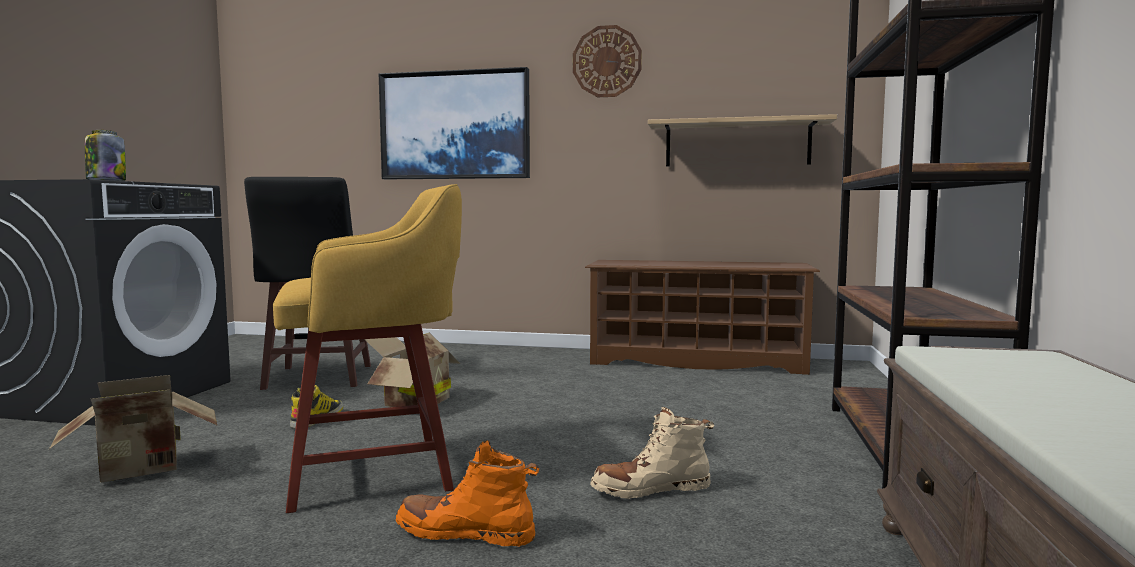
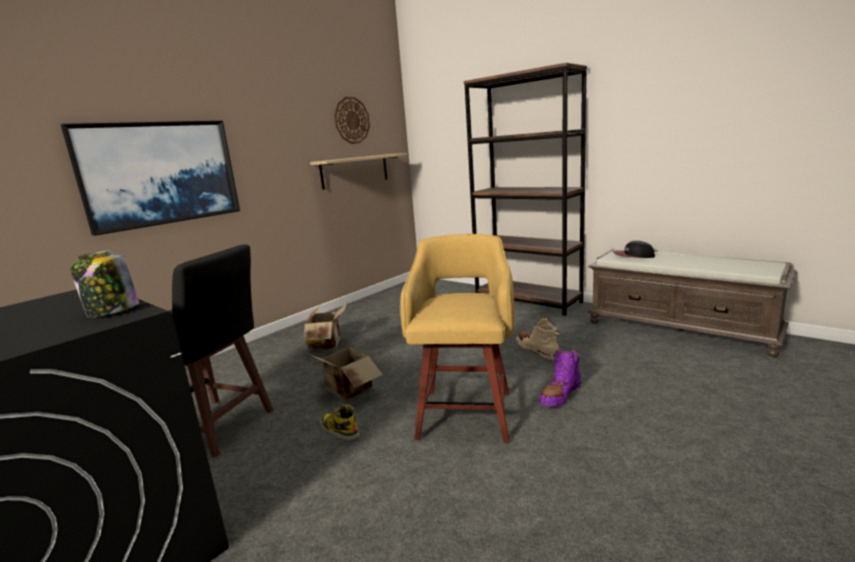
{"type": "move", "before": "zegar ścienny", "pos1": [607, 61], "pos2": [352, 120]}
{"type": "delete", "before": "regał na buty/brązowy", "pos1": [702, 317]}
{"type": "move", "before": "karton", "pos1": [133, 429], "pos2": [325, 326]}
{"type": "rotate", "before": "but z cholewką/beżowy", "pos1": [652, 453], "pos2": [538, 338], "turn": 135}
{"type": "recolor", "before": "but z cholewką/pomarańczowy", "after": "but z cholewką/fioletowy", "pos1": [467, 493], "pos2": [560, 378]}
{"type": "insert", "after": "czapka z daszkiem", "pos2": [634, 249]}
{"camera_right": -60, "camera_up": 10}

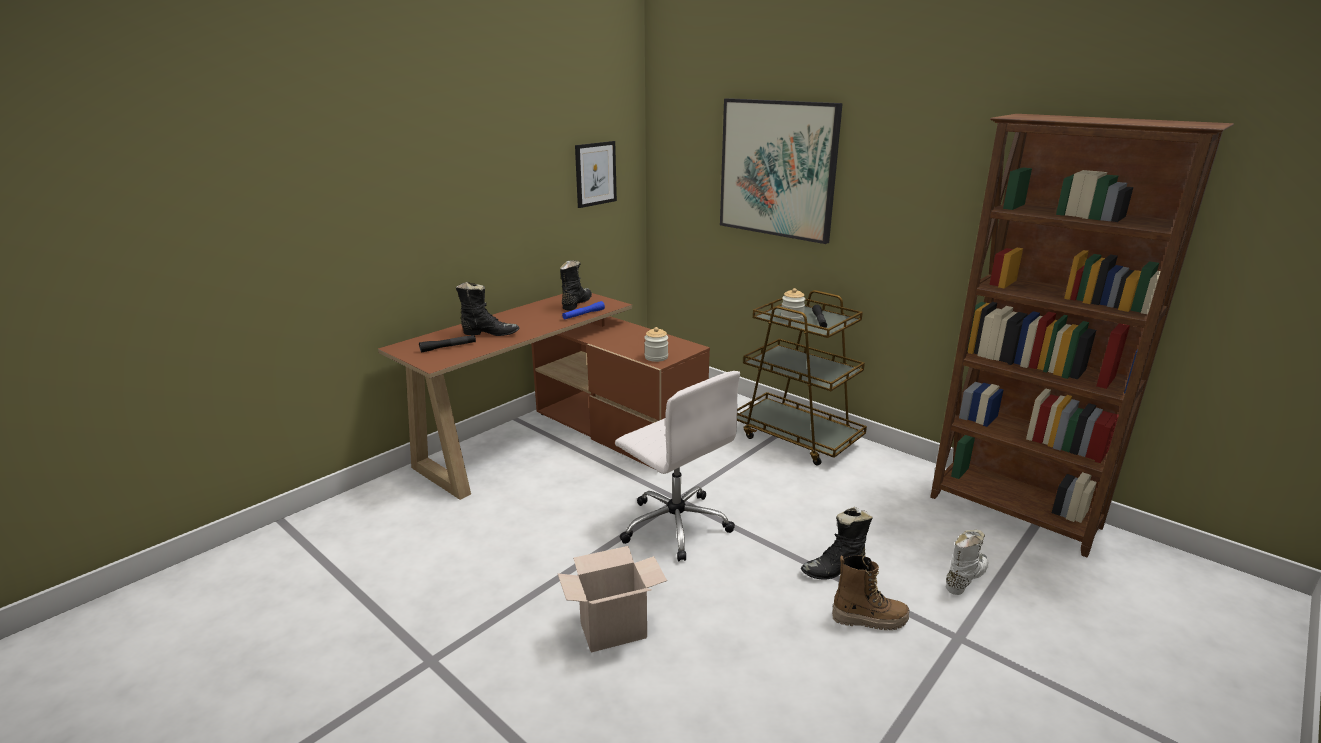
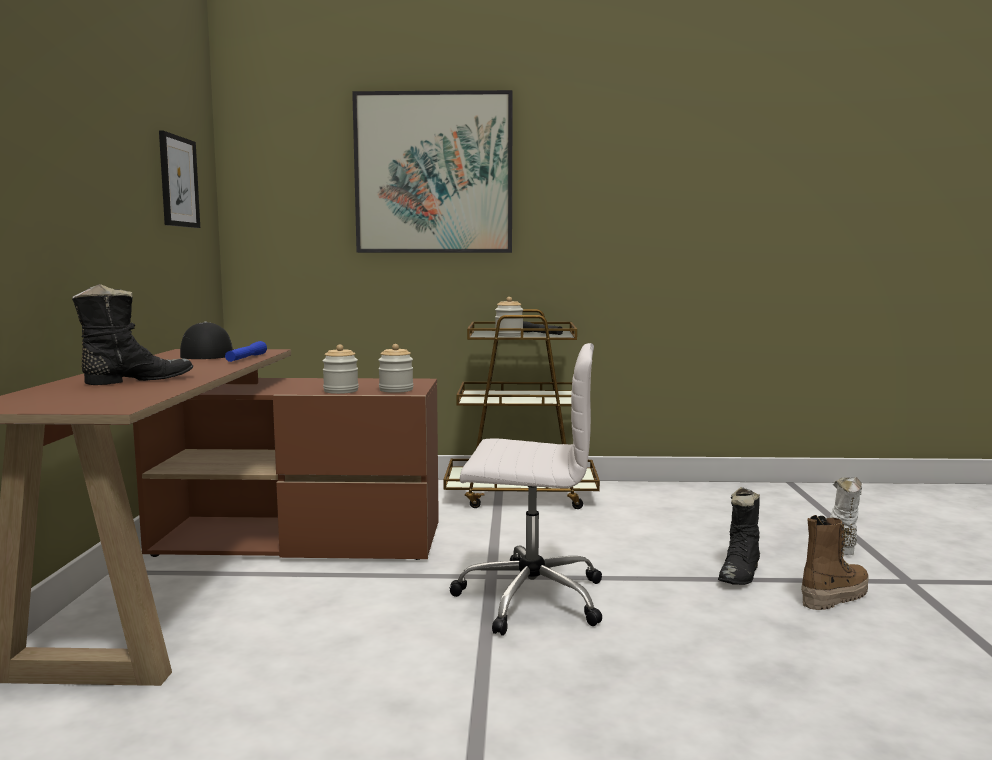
{"type": "delete", "before": "regał/brązowy", "pos1": [1082, 335]}
{"type": "replace", "before": "but z cholewką/czarny", "after": "czapka z daszkiem", "pos1": [576, 285], "pos2": [207, 340]}
{"type": "delete", "before": "latarka/czarny", "pos1": [447, 344]}
{"type": "delete", "before": "karton", "pos1": [612, 599]}
{"type": "insert", "after": "słoik", "pos2": [340, 369]}
{"camera_right": -40, "camera_up": -15}

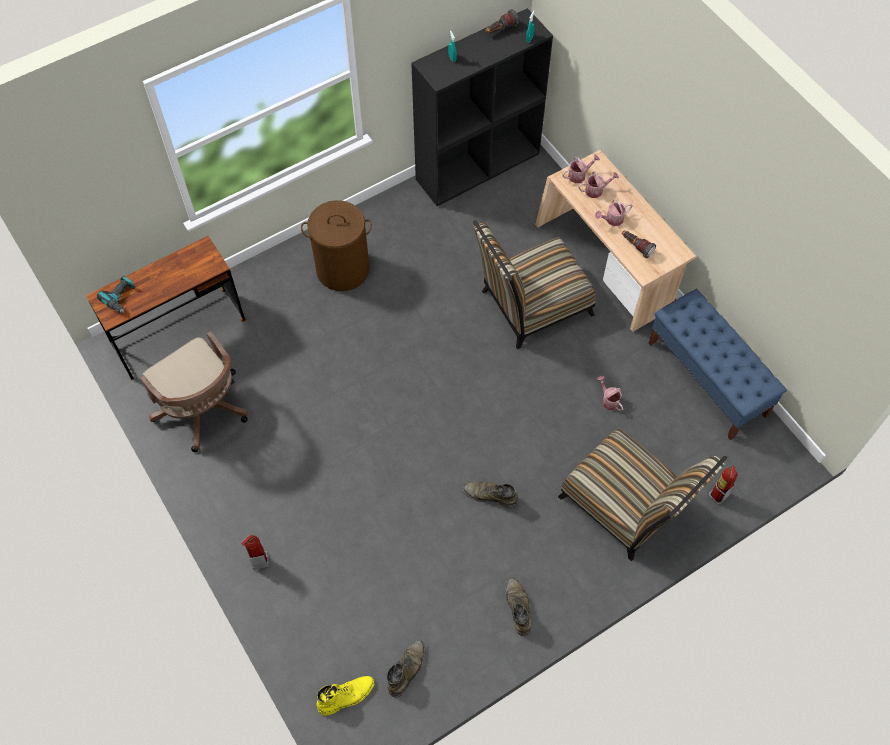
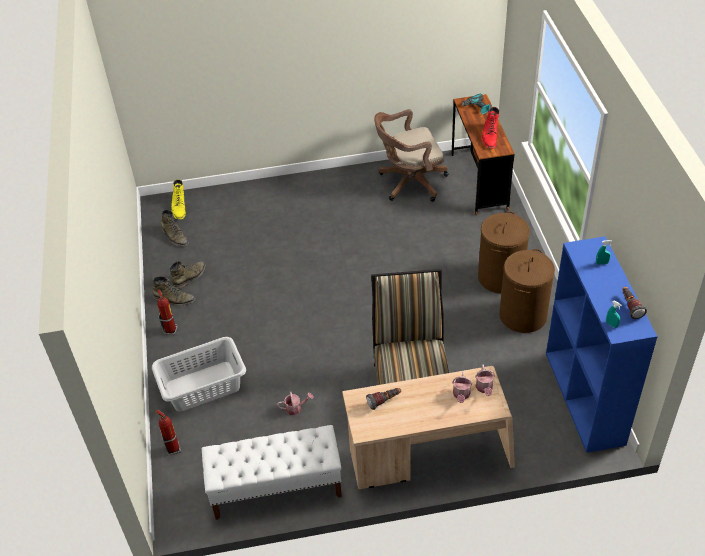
{"type": "recolor", "before": "regał/czarny", "after": "regał/niebieski", "pos1": [482, 107], "pos2": [602, 344]}
{"type": "delete", "before": "konewka", "pos1": [613, 212]}
{"type": "recolor", "before": "ławka/niebieski", "after": "ławka/biały", "pos1": [718, 365], "pos2": [272, 472]}
{"type": "replace", "before": "krzesło", "after": "kosz na pranie/szary", "pos1": [643, 494], "pos2": [199, 374]}
{"type": "move", "before": "but z cholewką/zielony", "pos1": [491, 494], "pos2": [188, 275]}
{"type": "move", "before": "gaśnica", "pos1": [255, 552], "pos2": [167, 312]}
{"type": "insert", "after": "but z cholewką/czerwony", "pos2": [490, 128]}
{"type": "insert", "after": "kosz na pranie/brązowy", "pos2": [527, 291]}
{"camera_right": 115, "camera_up": -15}

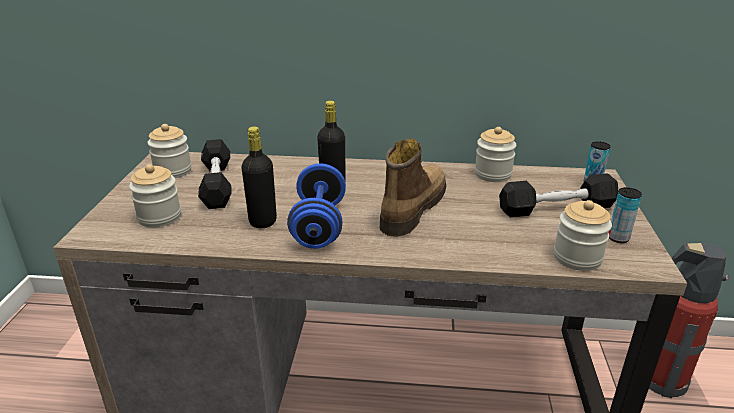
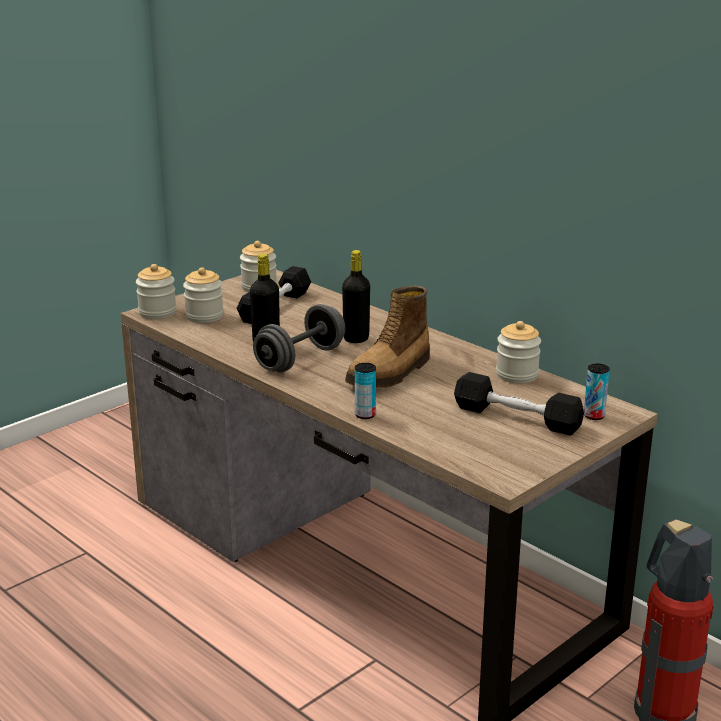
{"type": "rotate", "before": "but z cholewką", "pos1": [413, 187], "pos2": [387, 336], "turn": 150}
{"type": "recolor", "before": "hantel/niebieski", "after": "hantel/szary", "pos1": [316, 206], "pos2": [299, 338]}
{"type": "move", "before": "puszka", "pos1": [625, 215], "pos2": [365, 391]}
{"type": "move", "before": "słoik", "pos1": [582, 235], "pos2": [156, 291]}
{"camera_right": 40, "camera_up": -5}

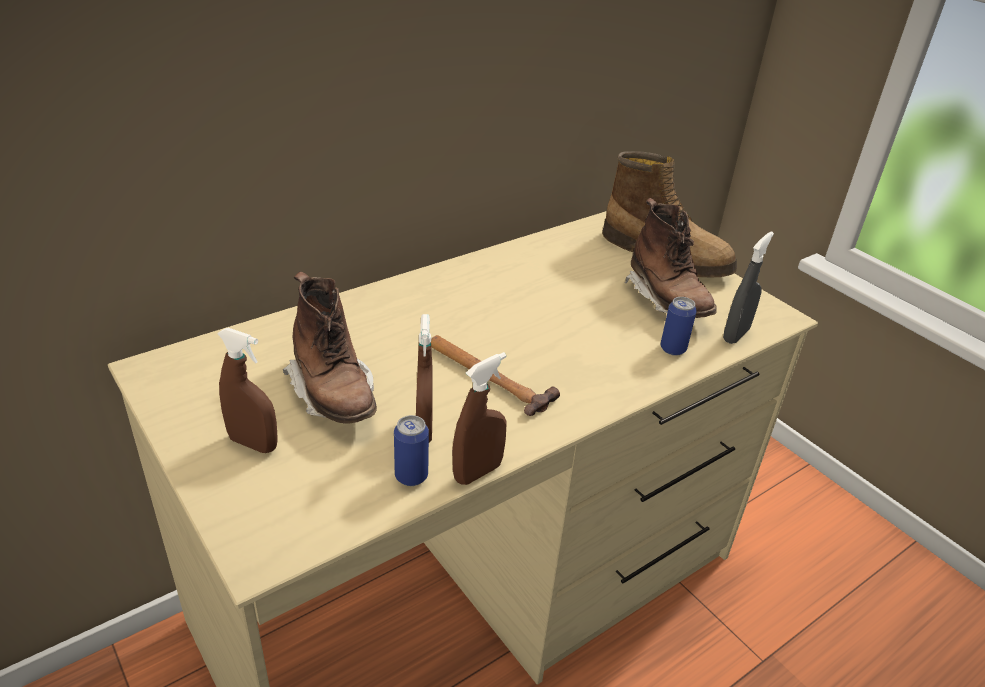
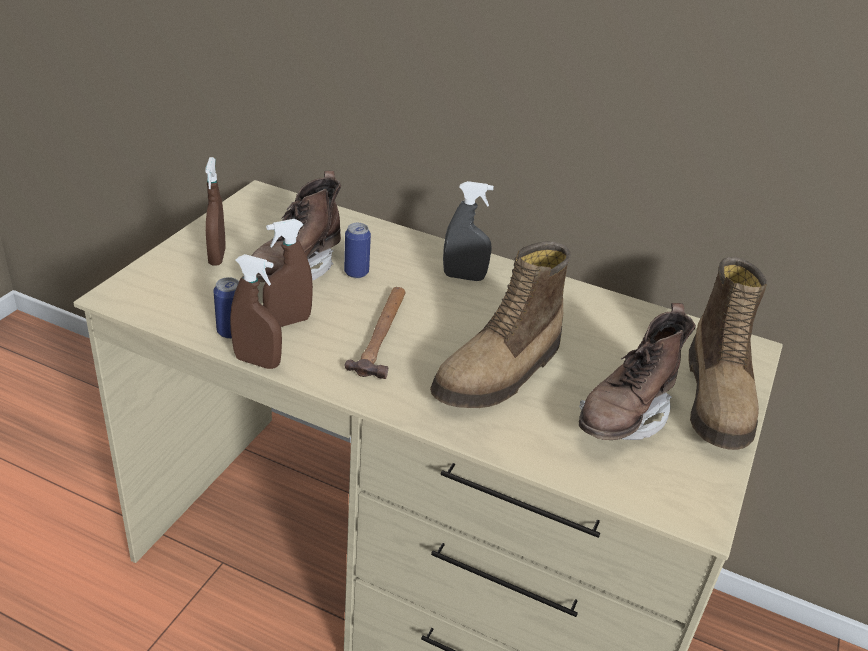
{"type": "move", "before": "spryskiwacz/szary", "pos1": [748, 287], "pos2": [468, 231]}
{"type": "move", "before": "puszka", "pos1": [678, 326], "pos2": [357, 250]}
{"type": "insert", "after": "but z cholewką", "pos2": [500, 324]}
{"camera_right": 60, "camera_up": 0}

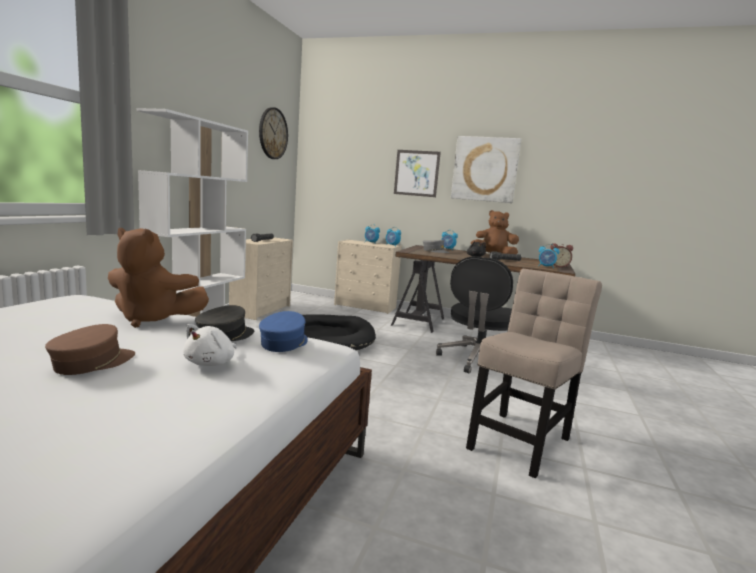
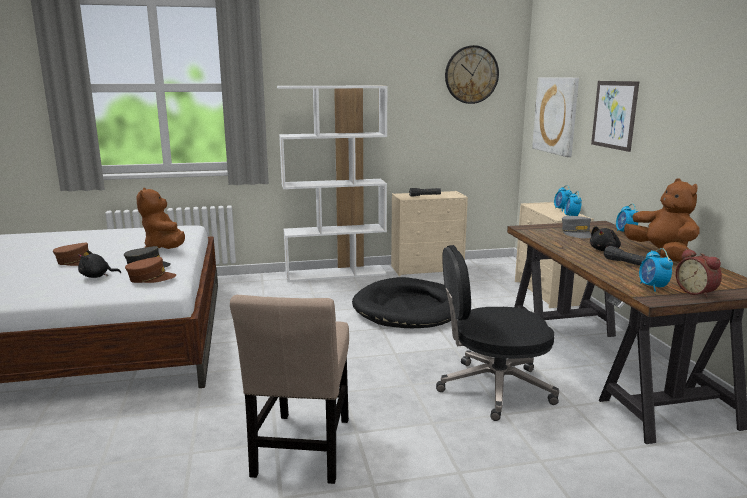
{"type": "move", "before": "obraz", "pos1": [486, 169], "pos2": [555, 117]}
{"type": "rotate", "before": "krzesło/beżowy", "pos1": [534, 373], "pos2": [289, 389], "turn": 90}
{"type": "recolor", "before": "czapka z daszkiem/niebieski", "after": "czapka z daszkiem/brązowy", "pos1": [283, 331], "pos2": [150, 270]}
{"type": "recolor", "before": "pluszak/biały", "after": "pluszak/czarny", "pos1": [210, 345], "pos2": [99, 264]}
{"camera_right": 60, "camera_up": 5}

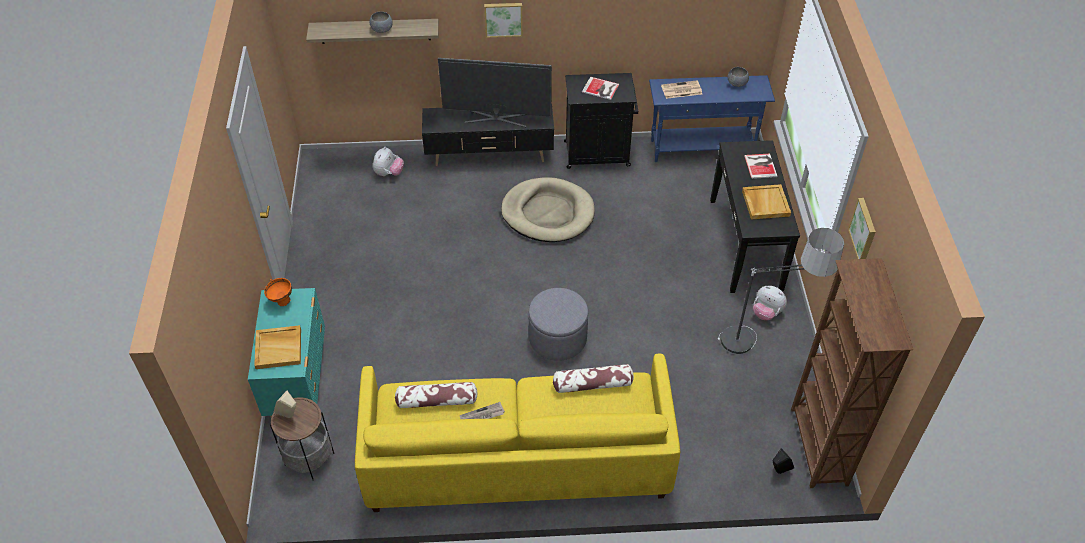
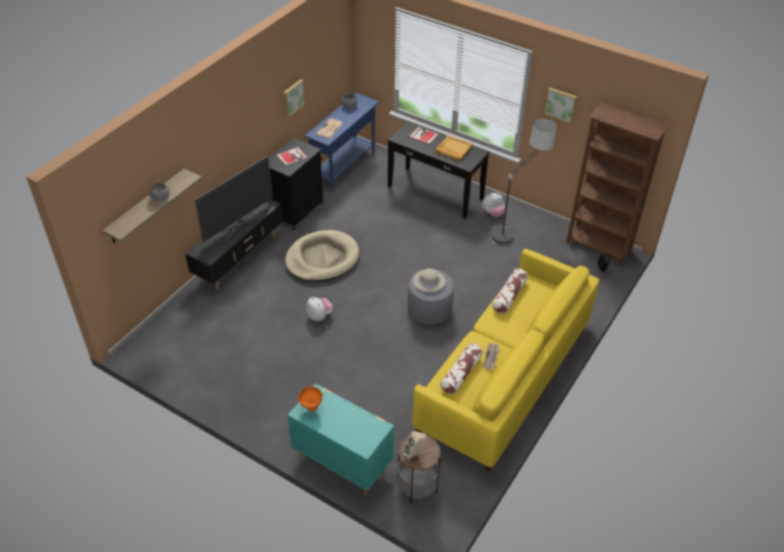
{"type": "move", "before": "obraz", "pos1": [503, 20], "pos2": [294, 98]}
{"type": "move", "before": "pluszak", "pos1": [388, 161], "pos2": [320, 309]}
{"type": "delete", "before": "taca/beżowy", "pos1": [277, 347]}
{"type": "insert", "after": "kapelusz/beżowy", "pos2": [429, 280]}
{"camera_right": -55, "camera_up": -5}

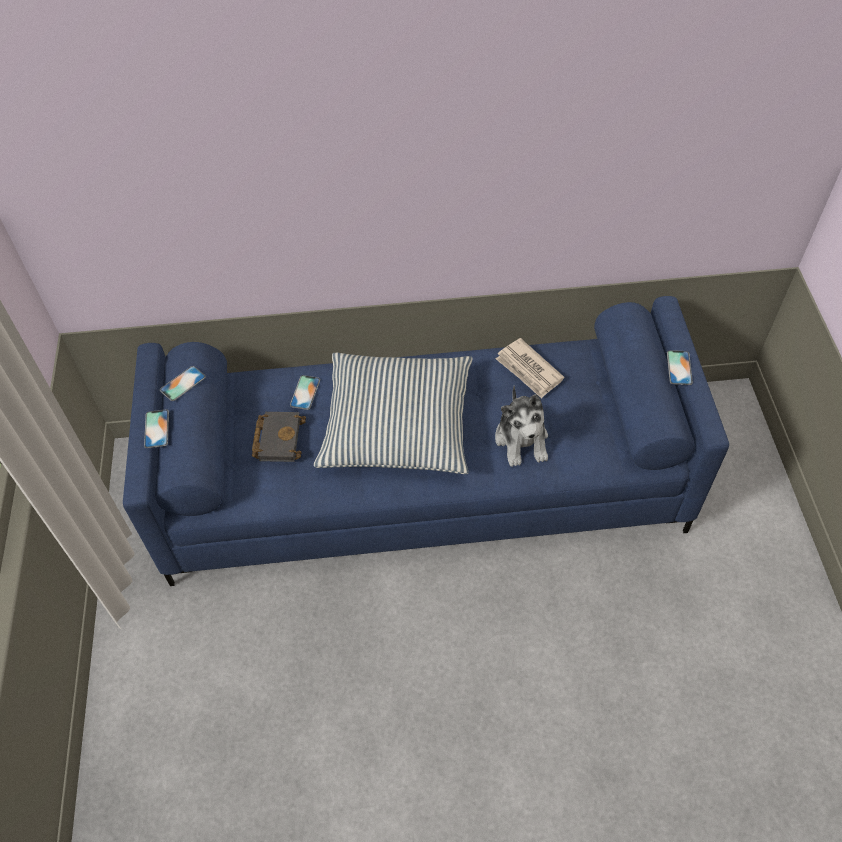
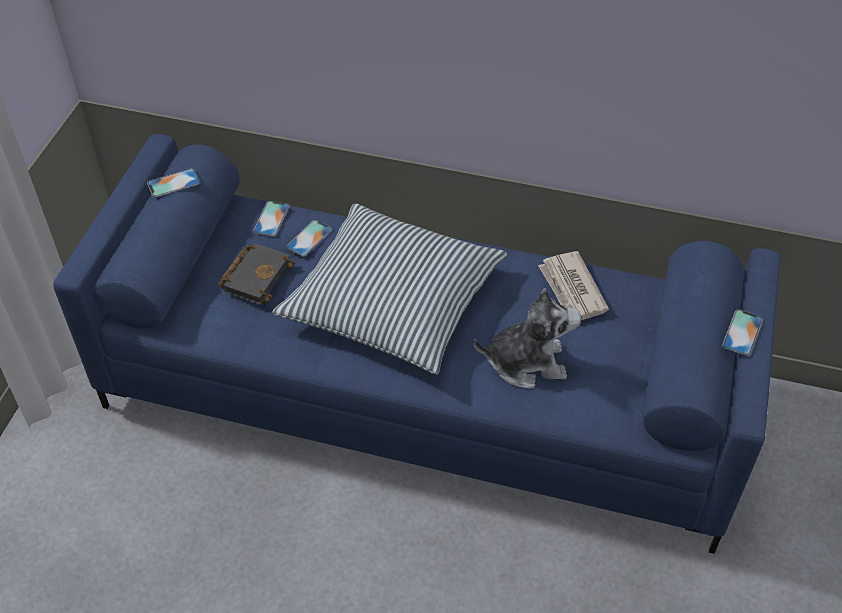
{"type": "rotate", "before": "pluszak", "pos1": [521, 426], "pos2": [527, 338], "turn": -105}
{"type": "move", "before": "telefon", "pos1": [156, 428], "pos2": [271, 219]}
{"camera_right": 20, "camera_up": -5}

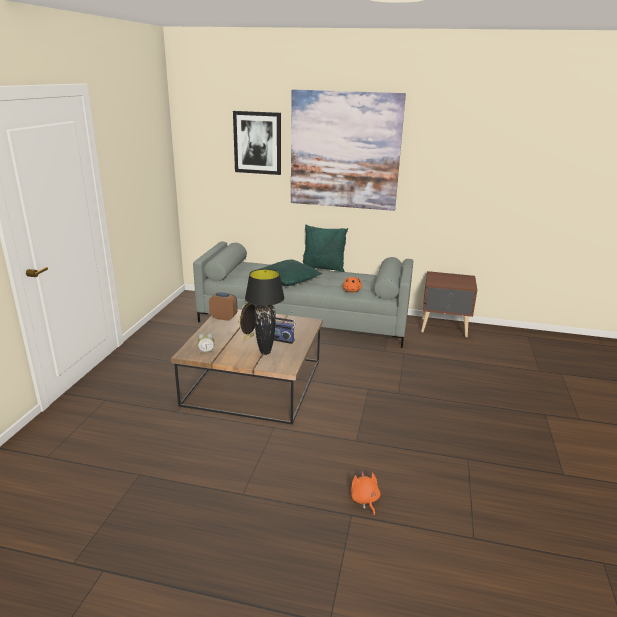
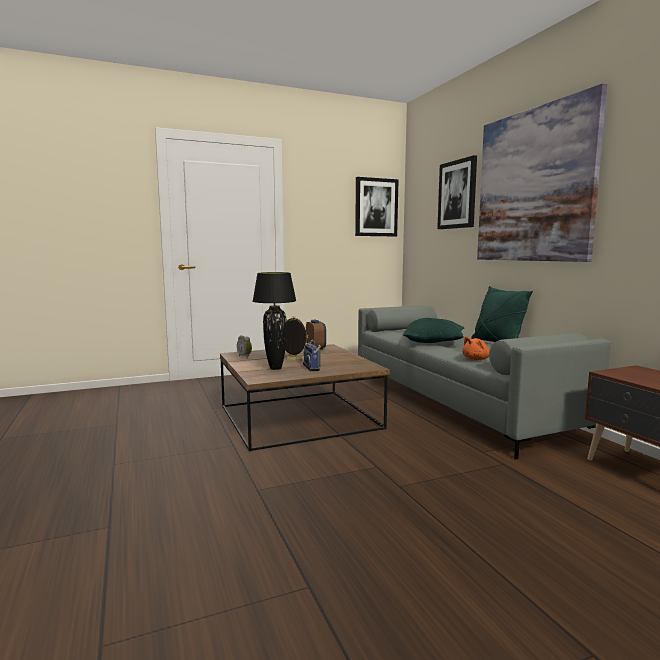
{"type": "delete", "before": "pluszak/pomarańczowy", "pos1": [365, 493]}
{"type": "insert", "after": "obraz", "pos2": [377, 206]}
{"camera_right": 55, "camera_up": -15}

